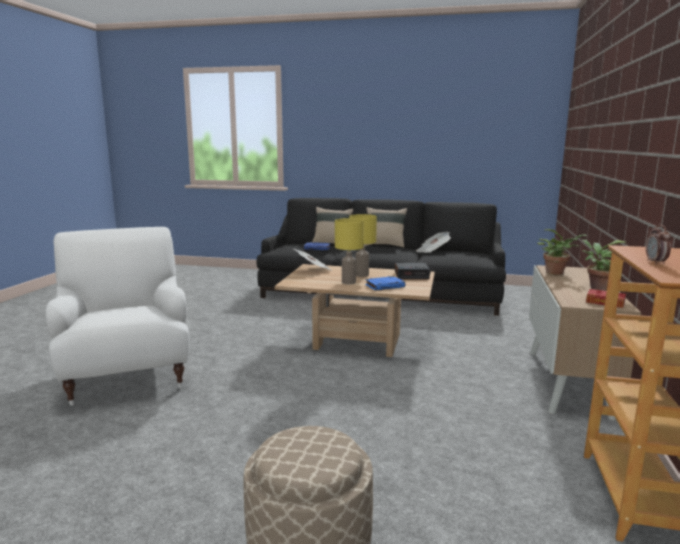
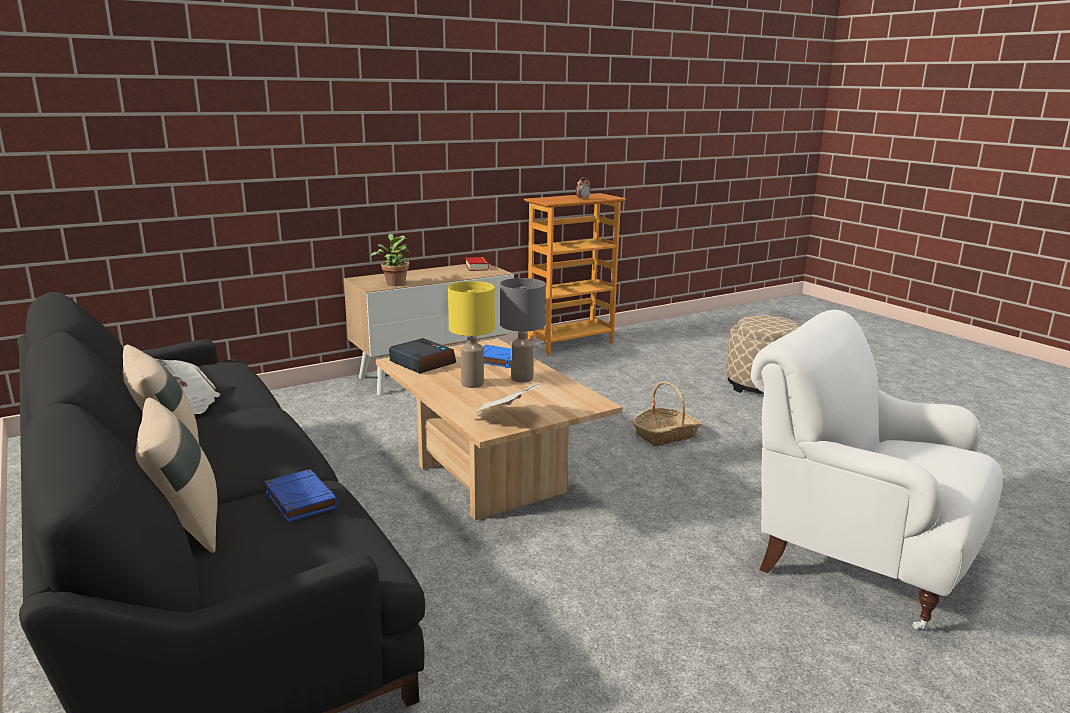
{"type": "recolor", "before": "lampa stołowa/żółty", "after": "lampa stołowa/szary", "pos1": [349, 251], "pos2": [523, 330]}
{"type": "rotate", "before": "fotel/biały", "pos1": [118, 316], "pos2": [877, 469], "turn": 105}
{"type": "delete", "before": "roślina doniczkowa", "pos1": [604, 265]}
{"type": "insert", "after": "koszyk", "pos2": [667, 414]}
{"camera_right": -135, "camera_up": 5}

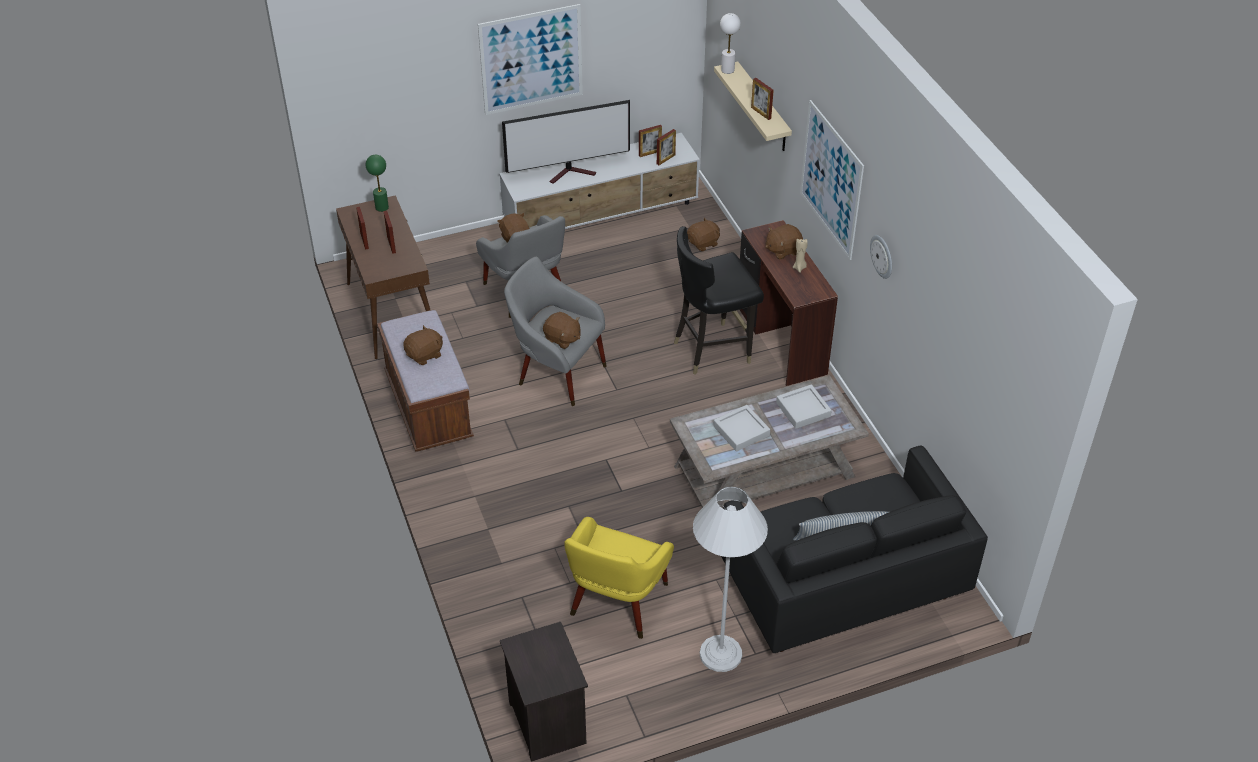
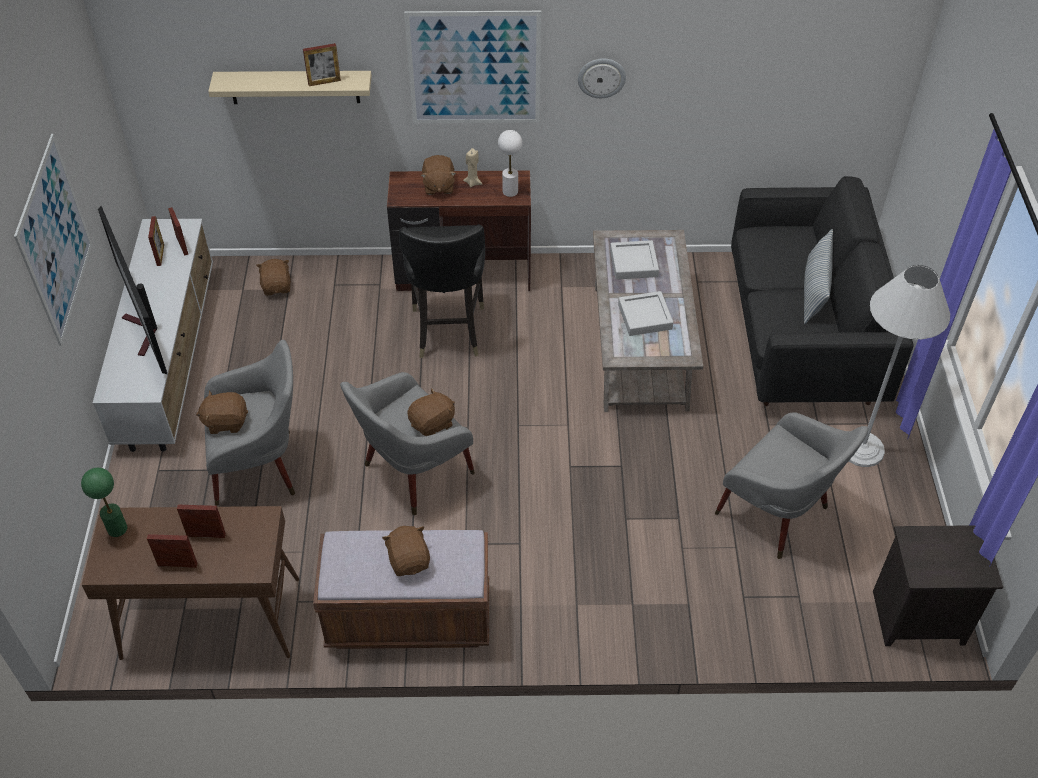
{"type": "move", "before": "lampa stołowa/biały", "pos1": [730, 43], "pos2": [510, 163]}
{"type": "rotate", "before": "telewizor", "pos1": [566, 142], "pos2": [132, 290], "turn": 150}
{"type": "recolor", "before": "fotel/żółty", "after": "fotel/szary", "pos1": [619, 578], "pos2": [792, 485]}
{"camera_right": -70, "camera_up": 5}

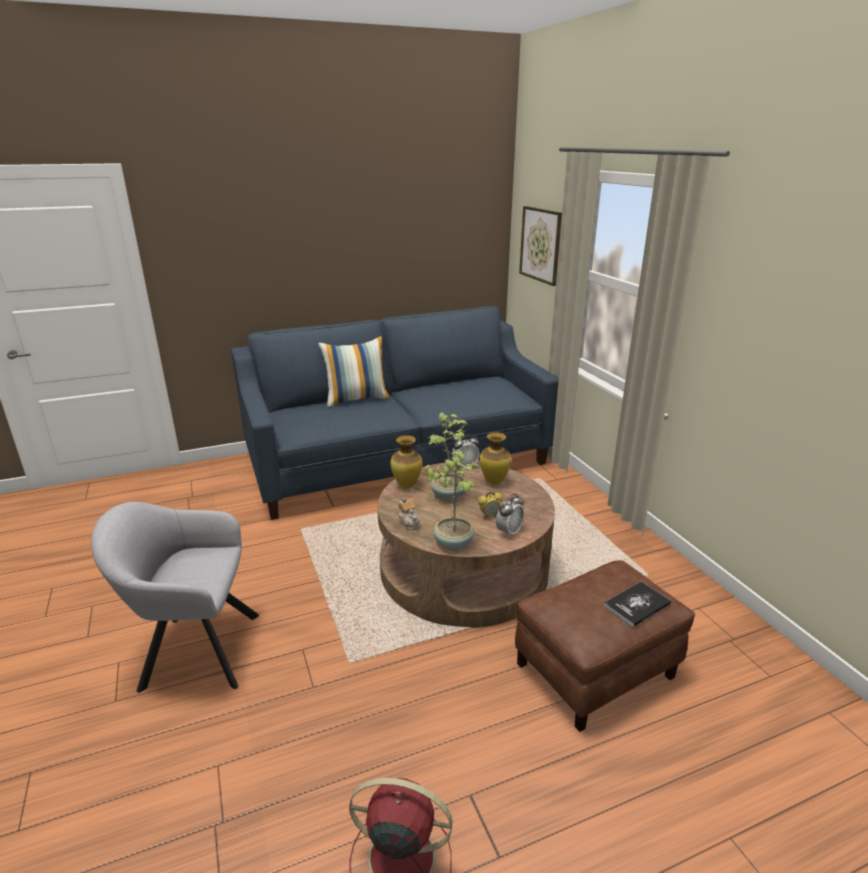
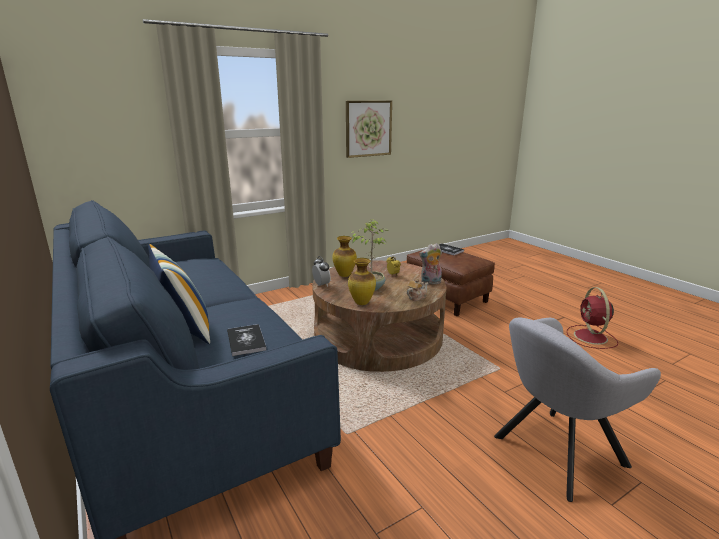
{"type": "move", "before": "obraz", "pos1": [540, 246], "pos2": [369, 129]}
{"type": "replace", "before": "roślina doniczkowa", "after": "pluszak", "pos1": [451, 500], "pos2": [430, 264]}
{"type": "delete", "before": "budzik", "pos1": [510, 516]}
{"type": "rotate", "before": "fotel/szary", "pos1": [175, 597], "pos2": [577, 410], "turn": 75}
{"type": "insert", "after": "książka", "pos2": [246, 340]}
{"camera_right": -100, "camera_up": -5}

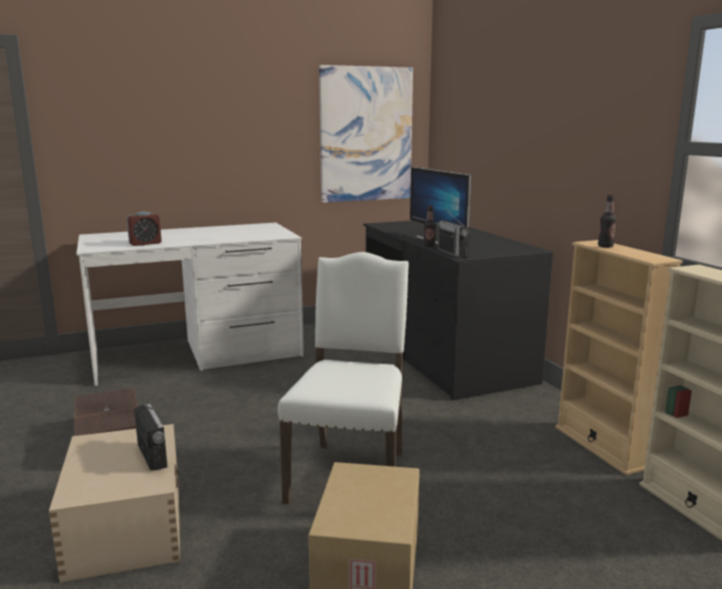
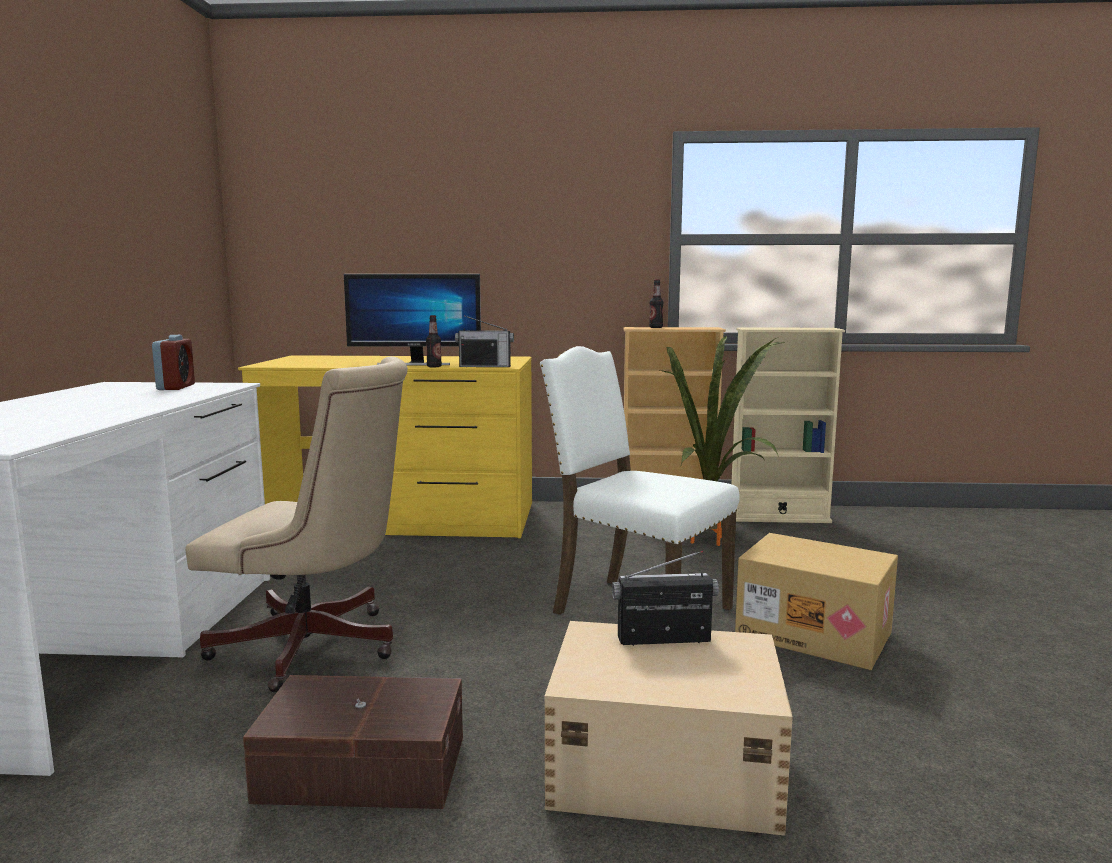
{"type": "delete", "before": "obraz", "pos1": [366, 134]}
{"type": "move", "before": "budzik", "pos1": [144, 228], "pos2": [173, 362]}
{"type": "recolor", "before": "biurko/czarny", "after": "biurko/żółty", "pos1": [458, 310], "pos2": [385, 447]}
{"type": "insert", "after": "roślina doniczkowa", "pos2": [722, 441]}
{"type": "insert", "after": "krzesło biurowe/beżowy", "pos2": [296, 524]}
{"camera_right": -65, "camera_up": -5}

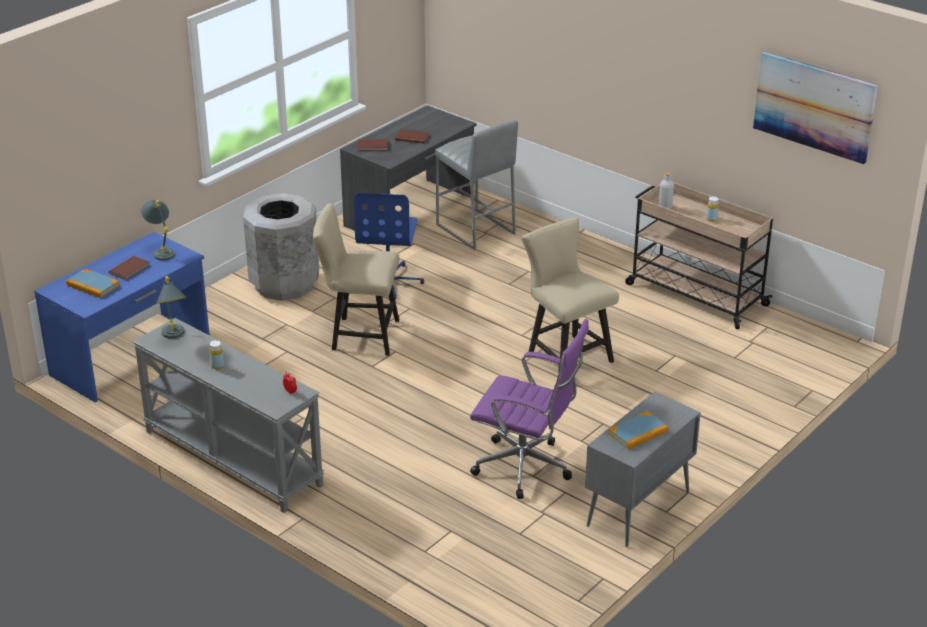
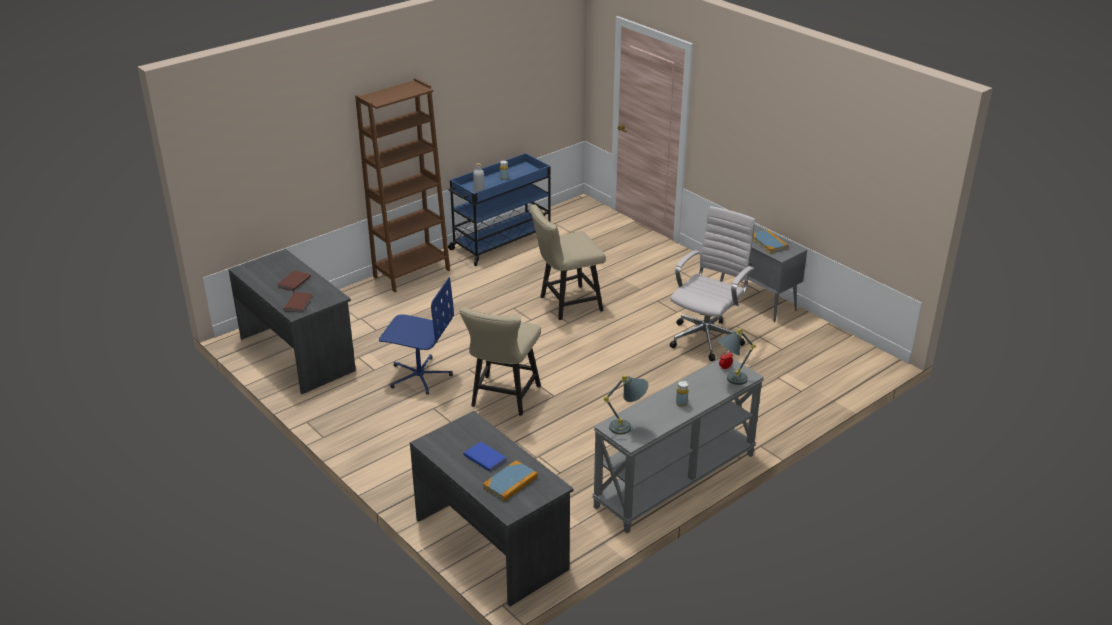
{"type": "delete", "before": "obraz", "pos1": [815, 107]}
{"type": "delete", "before": "stołek/szary", "pos1": [476, 185]}
{"type": "recolor", "before": "wózek/beżowy", "after": "wózek/niebieski", "pos1": [699, 255], "pos2": [499, 209]}
{"type": "delete", "before": "kosz na śmieci/szary", "pos1": [281, 247]}
{"type": "move", "before": "lampa stołowa/szary", "pos1": [158, 230], "pos2": [736, 356]}
{"type": "recolor", "before": "biurko/niebieski", "after": "biurko/szary", "pos1": [122, 317], "pos2": [491, 509]}
{"type": "recolor", "before": "książka/brązowy", "after": "książka/niebieski", "pos1": [129, 268], "pos2": [485, 457]}
{"type": "recolor", "before": "krzesło biurowe/fioletowy", "after": "krzesło biurowe/biały", "pos1": [529, 409], "pos2": [712, 283]}
{"type": "insert", "after": "regał/brązowy", "pos2": [402, 185]}
{"camera_right": -80, "camera_up": 0}

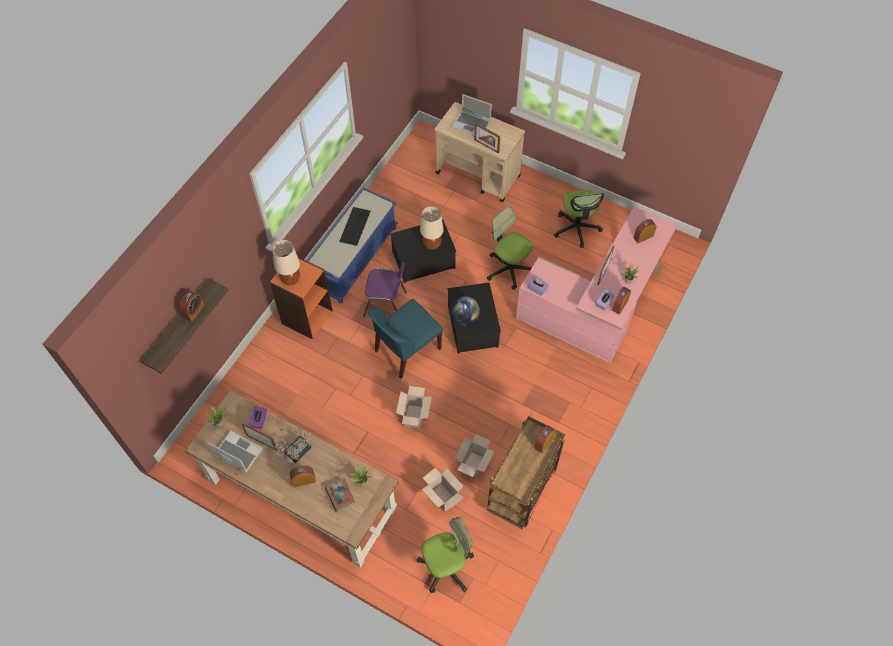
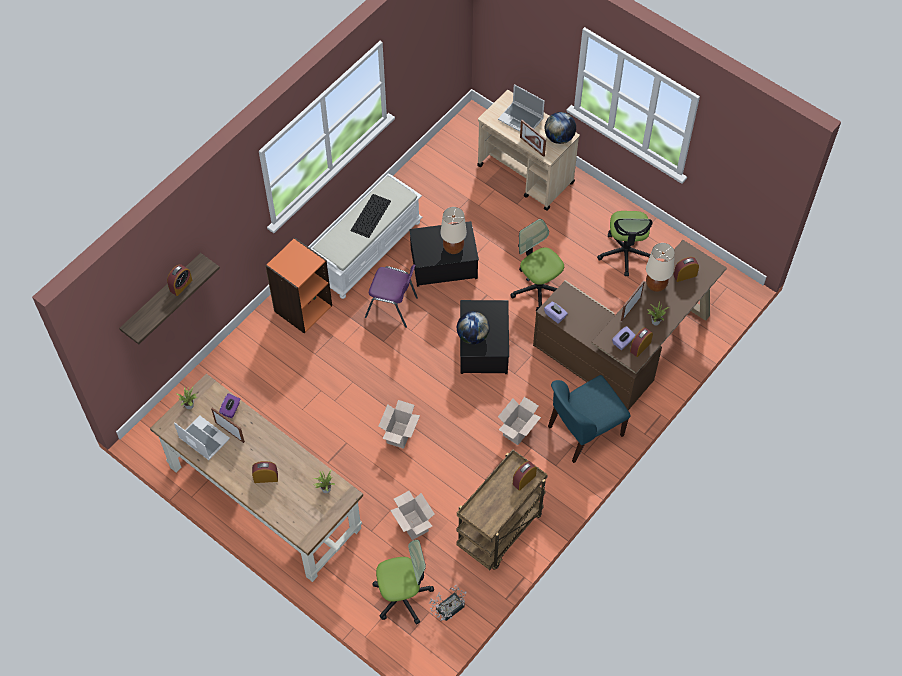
{"type": "recolor", "before": "ławka/niebieski", "after": "ławka/biały", "pos1": [353, 245], "pos2": [366, 236]}
{"type": "recolor", "before": "biurko/różowy", "after": "biurko/brązowy", "pos1": [597, 285], "pos2": [630, 325]}
{"type": "move", "before": "lampa stołowa/beżowy", "pos1": [286, 262], "pos2": [660, 267]}
{"type": "move", "before": "krzesło/niebieski", "pos1": [405, 339], "pos2": [589, 419]}
{"type": "move", "before": "roślina doniczkowa", "pos1": [293, 445], "pos2": [447, 603]}
{"type": "move", "before": "karton", "pos1": [475, 456], "pos2": [519, 421]}
{"type": "delete", "before": "książka", "pos1": [340, 495]}
{"type": "insert", "after": "globus", "pos2": [560, 128]}
{"camera_right": 10, "camera_up": 0}

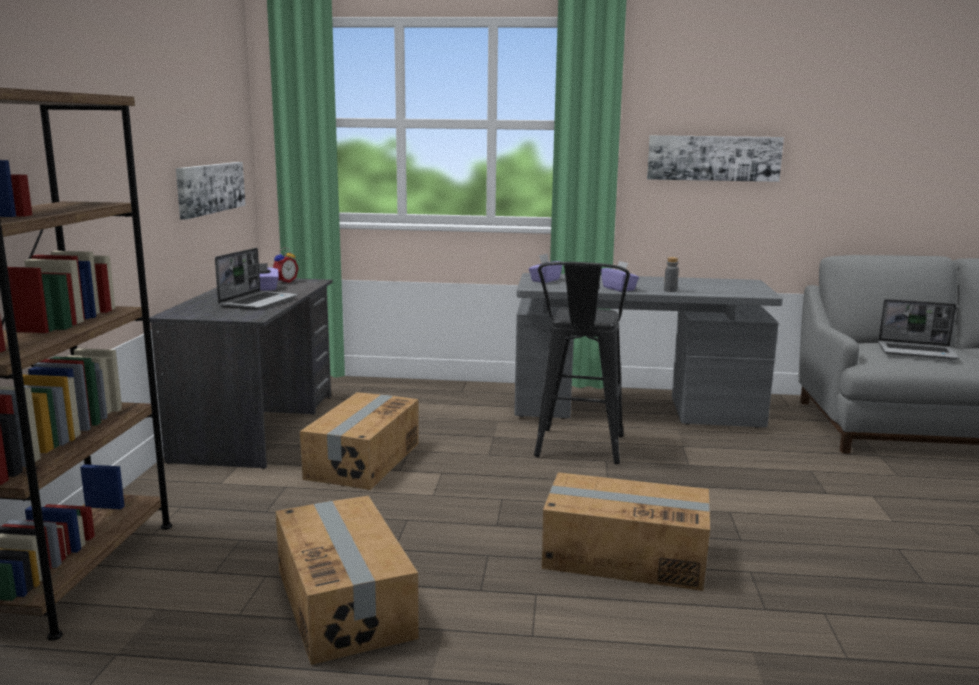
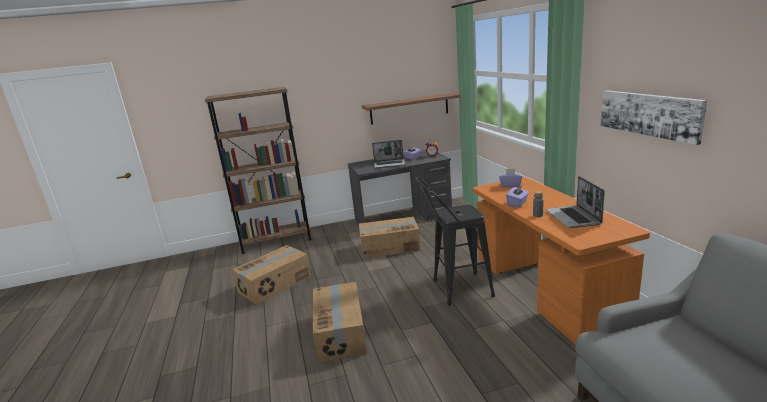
{"type": "replace", "before": "obraz", "after": "półka", "pos1": [210, 191], "pos2": [411, 109]}
{"type": "recolor", "before": "biurko/szary", "after": "biurko/pomarańczowy", "pos1": [648, 350], "pos2": [561, 261]}
{"type": "move", "before": "laptop", "pos1": [919, 329], "pos2": [575, 202]}
{"camera_right": 70, "camera_up": 5}

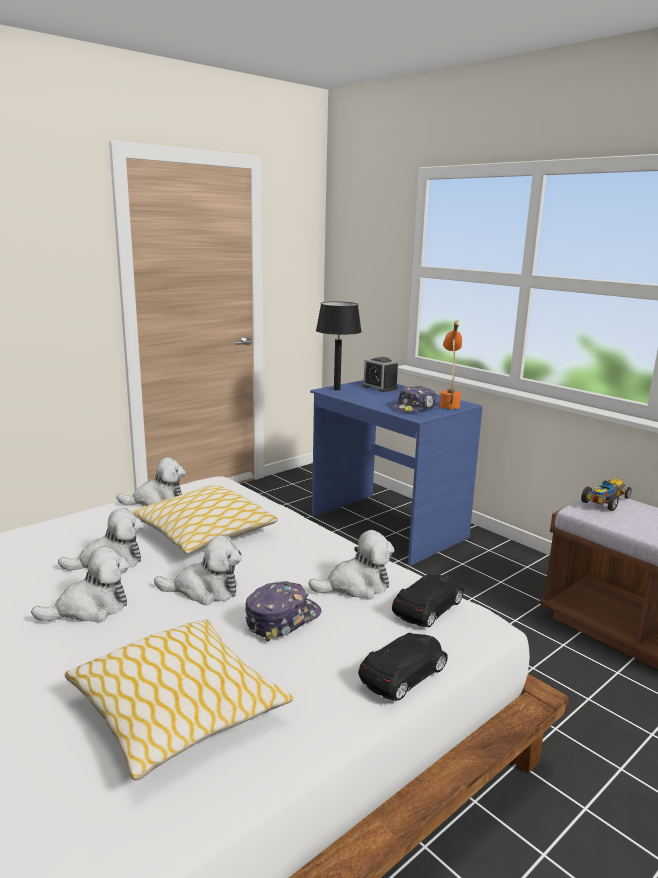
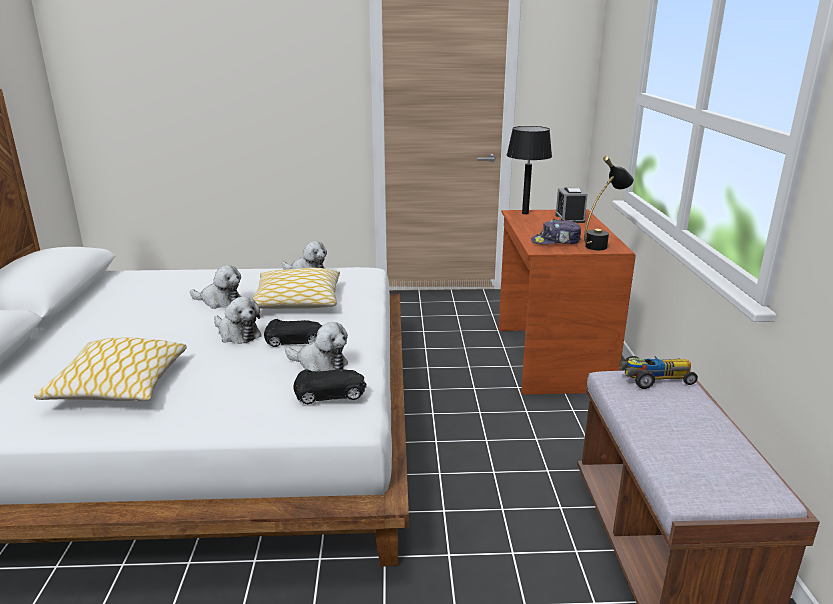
{"type": "recolor", "before": "lampa stołowa/pomarańczowy", "after": "lampa stołowa/czarny", "pos1": [450, 364], "pos2": [609, 203]}
{"type": "recolor", "before": "biurko/niebieski", "after": "biurko/brązowy", "pos1": [396, 473], "pos2": [567, 302]}
{"type": "delete", "before": "pluszak", "pos1": [80, 584]}
{"type": "delete", "before": "czapka z daszkiem", "pos1": [283, 611]}
{"type": "move", "before": "samochodzik/czarny", "pos1": [403, 666], "pos2": [293, 333]}
{"camera_right": 40, "camera_up": 5}

